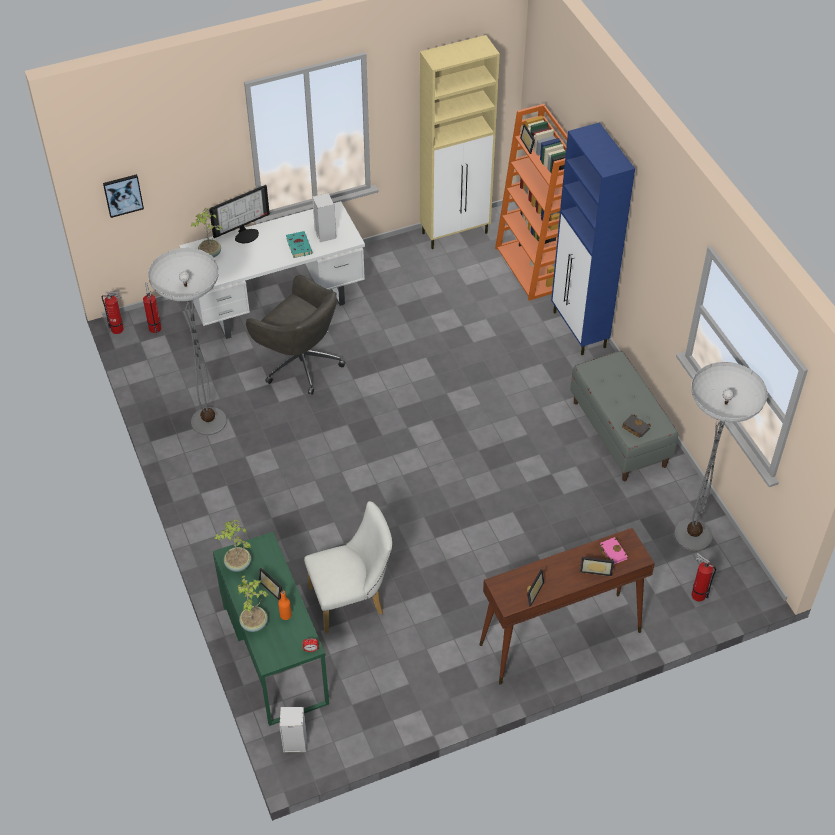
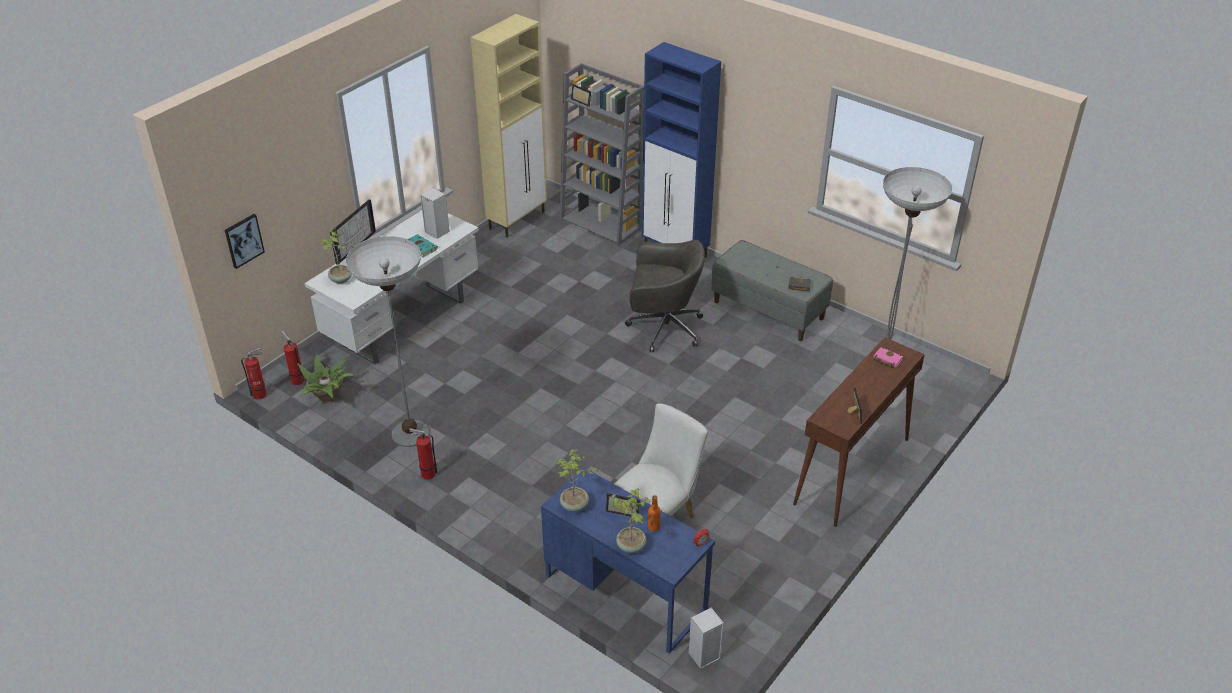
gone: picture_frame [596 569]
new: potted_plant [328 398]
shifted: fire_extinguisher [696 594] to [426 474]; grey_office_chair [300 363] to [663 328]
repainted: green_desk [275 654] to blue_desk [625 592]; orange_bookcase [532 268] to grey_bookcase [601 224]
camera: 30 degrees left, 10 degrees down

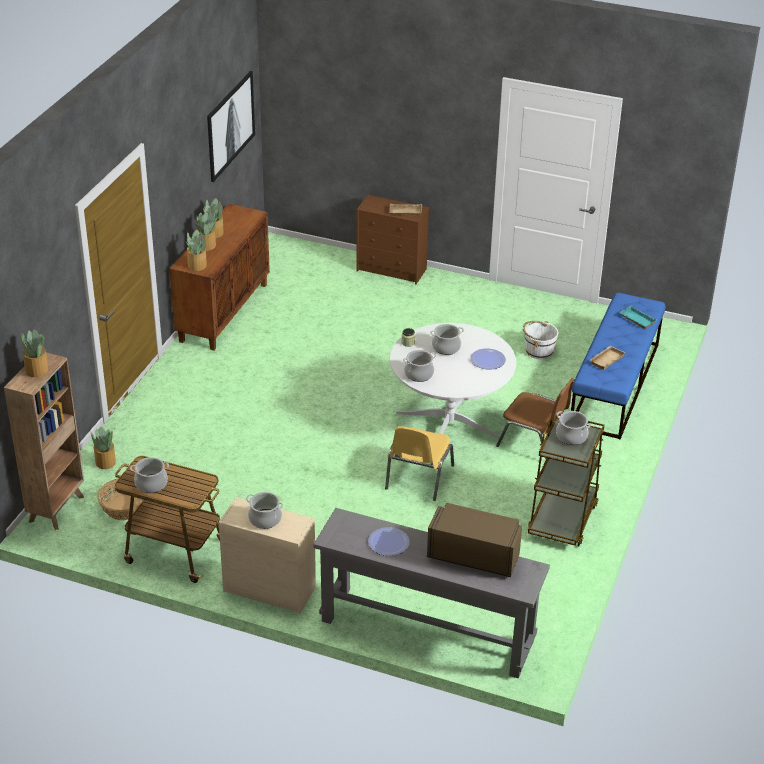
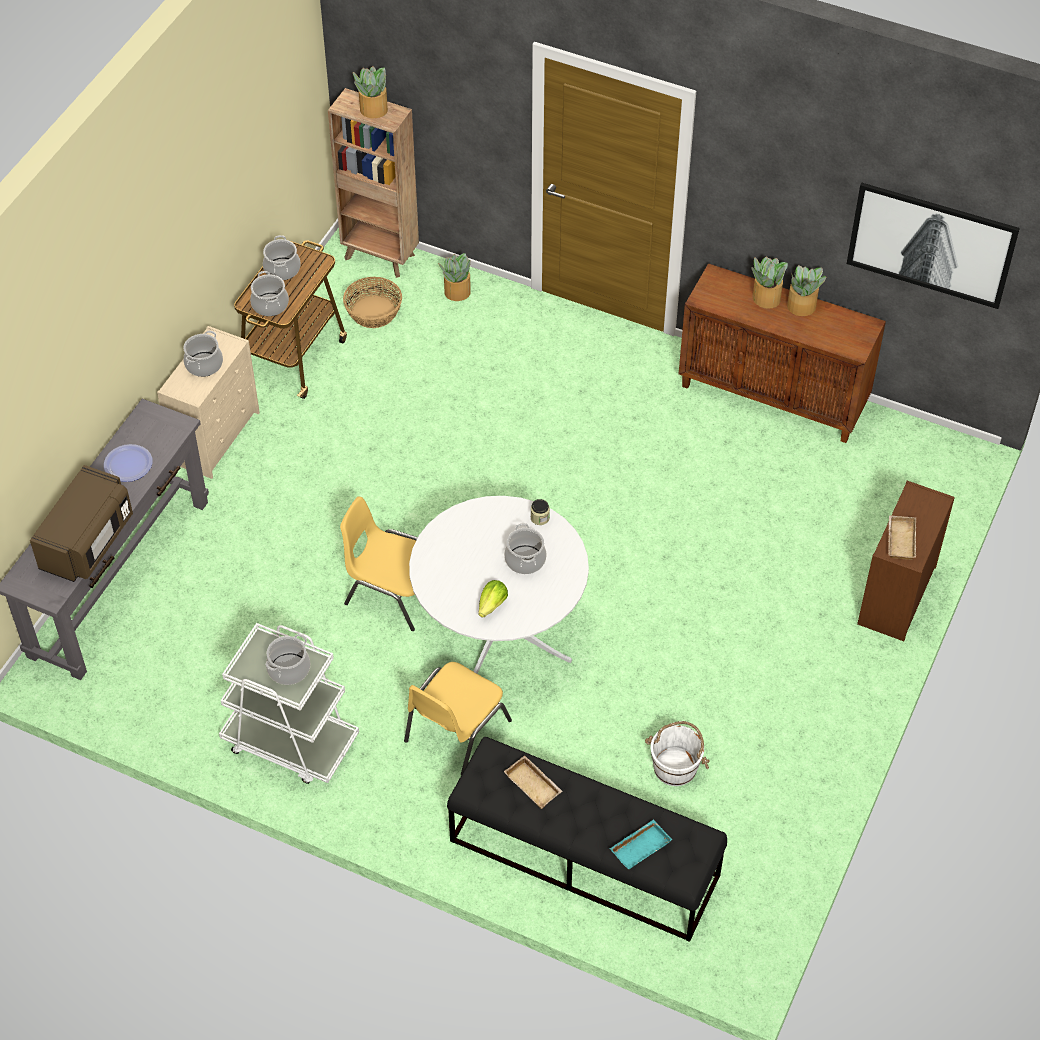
gone: potted_plant [197 265]
shifted: cooking_pot [419 374] to [270 305]
swapped: plate [487 360] to lettuce [492 605]
repainted: brown_cart [562 518] to white_cart [290 742]; brown_chair [534 441] to yellow_chair [455 731]; blue_bench [615 385] to black_bench [583 858]
camera: 95 degrees right, 15 degrees up

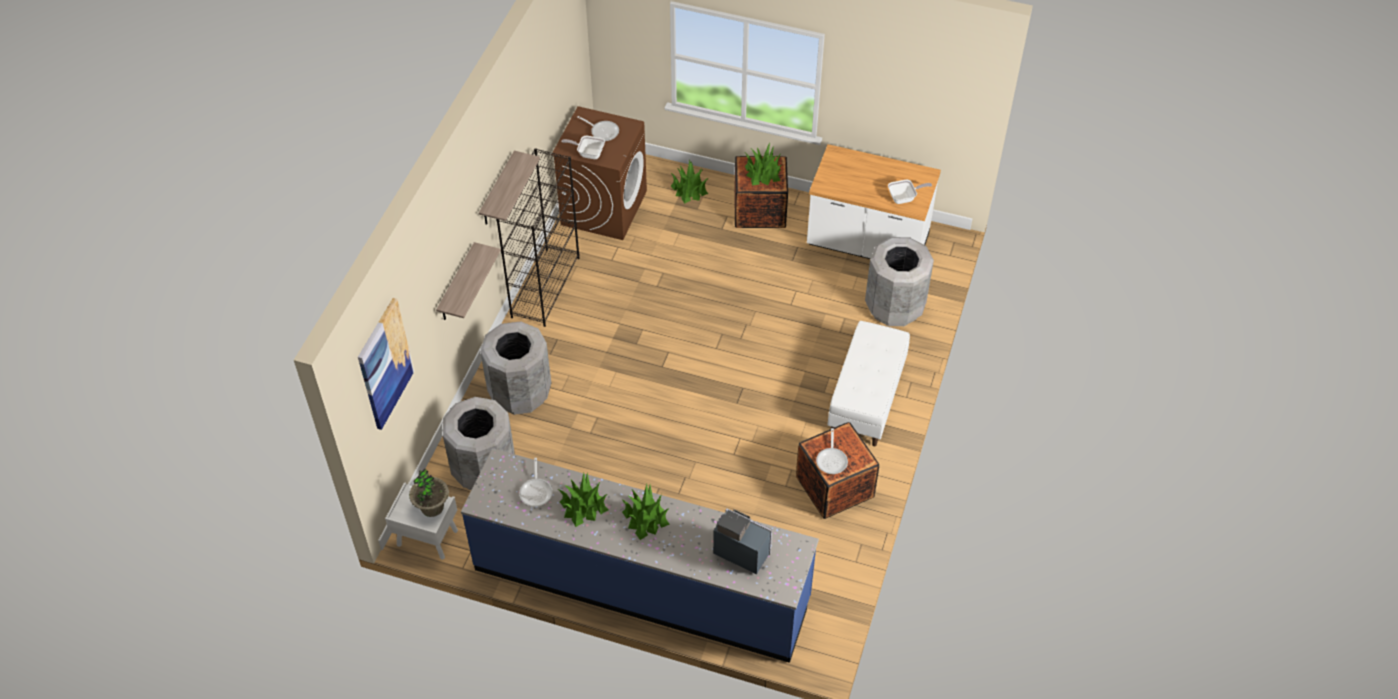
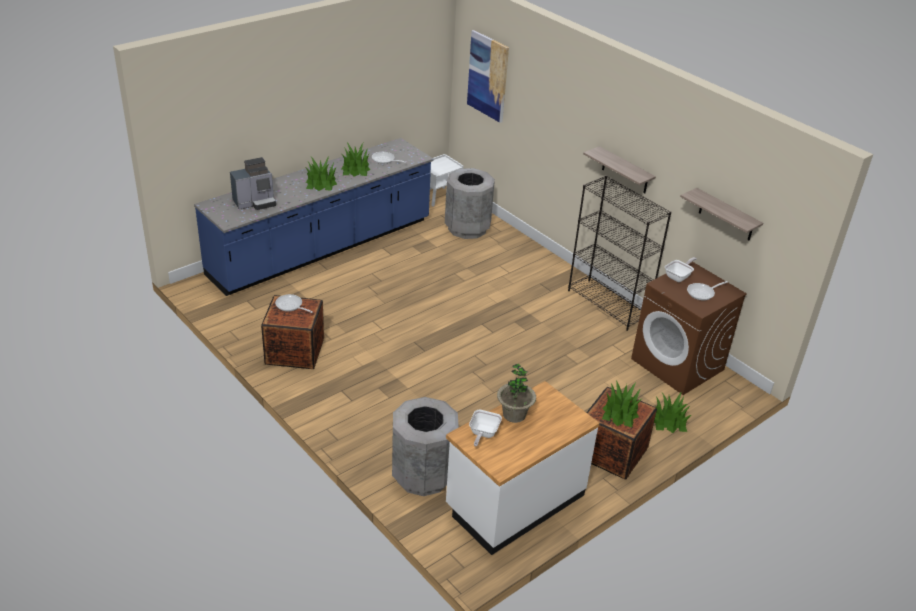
gone: grey_trash_can [519 393]; white_bench [867 399]
shifted: potted_plant [432 507] to [514 414]; shelf [457 284] to [726 215]
camera: 120 degrees right, 15 degrees down

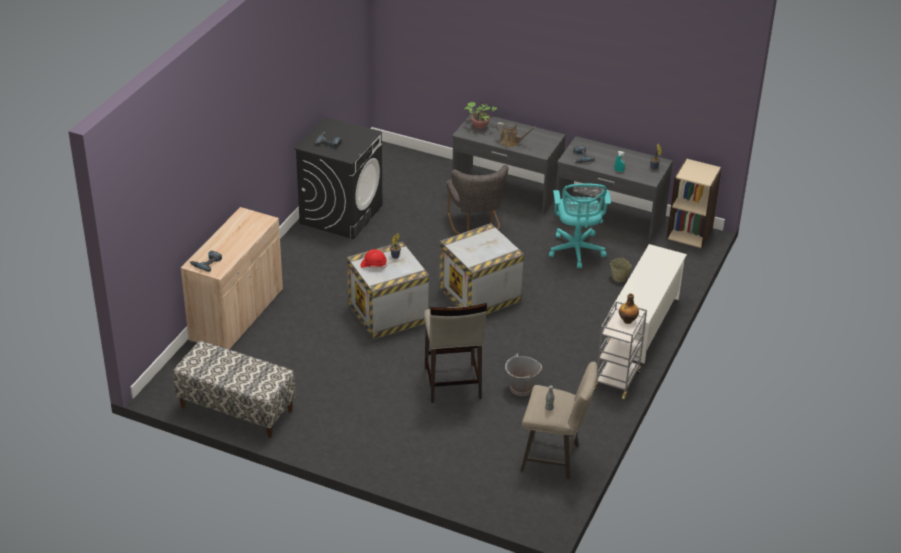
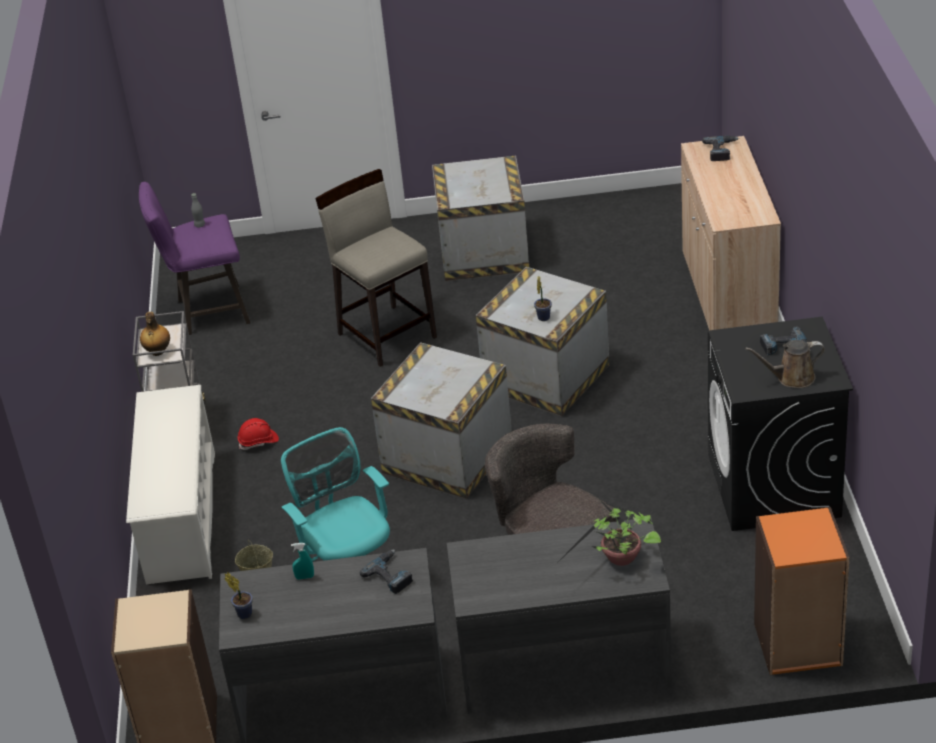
gone: bench [236 409]; grey_bucket [521 388]
new: crate [482 253]; orange_bookcase [798 645]
shifted: red_hard_hat [373 265] to [258 442]; brown_watering_can [511 142] to [792 378]
repainted: beige_stool [555 458] to purple_stool [207 312]
camera: 155 degrees right, 0 degrees up

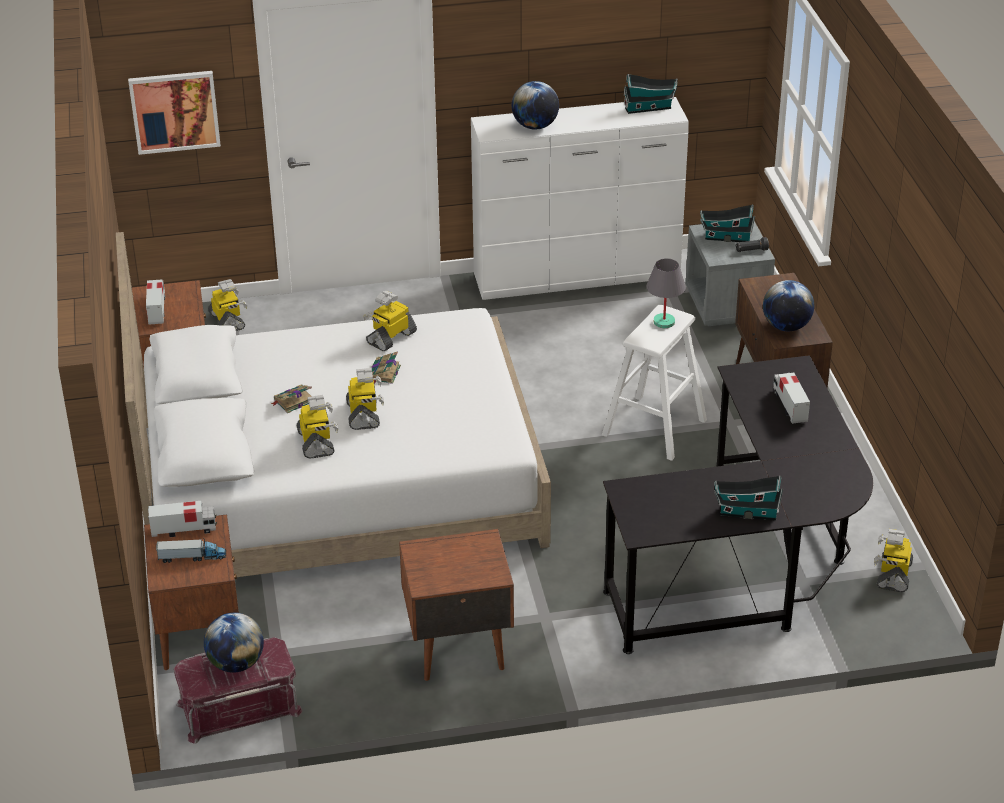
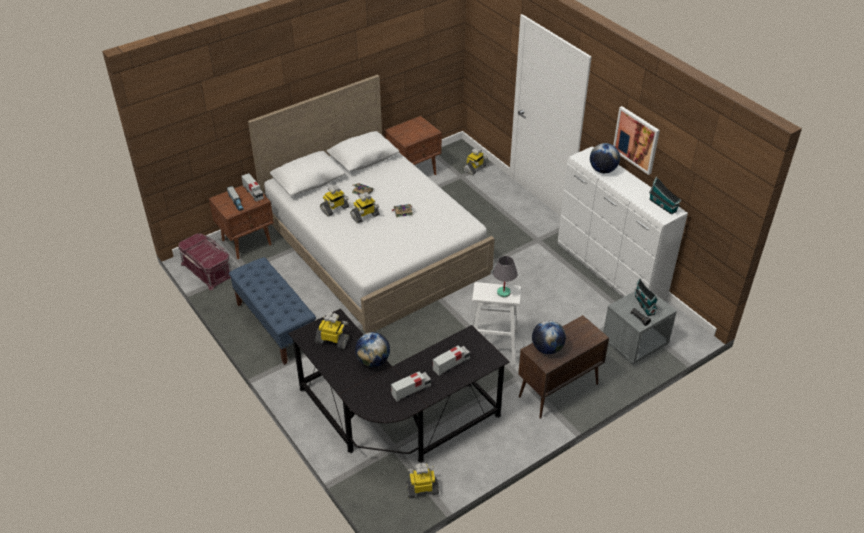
gone: toy_house [746 512]
shifted: toy_robot [391 337] to [333 340]; globe [236 663] to [373 361]; toy_truck [157 310] to [411 391]; picture [174 111] to [636 139]
swapped: brown_nightstand [456 648] to blue_bench [276 325]
camera: 65 degrees right, 5 degrees up

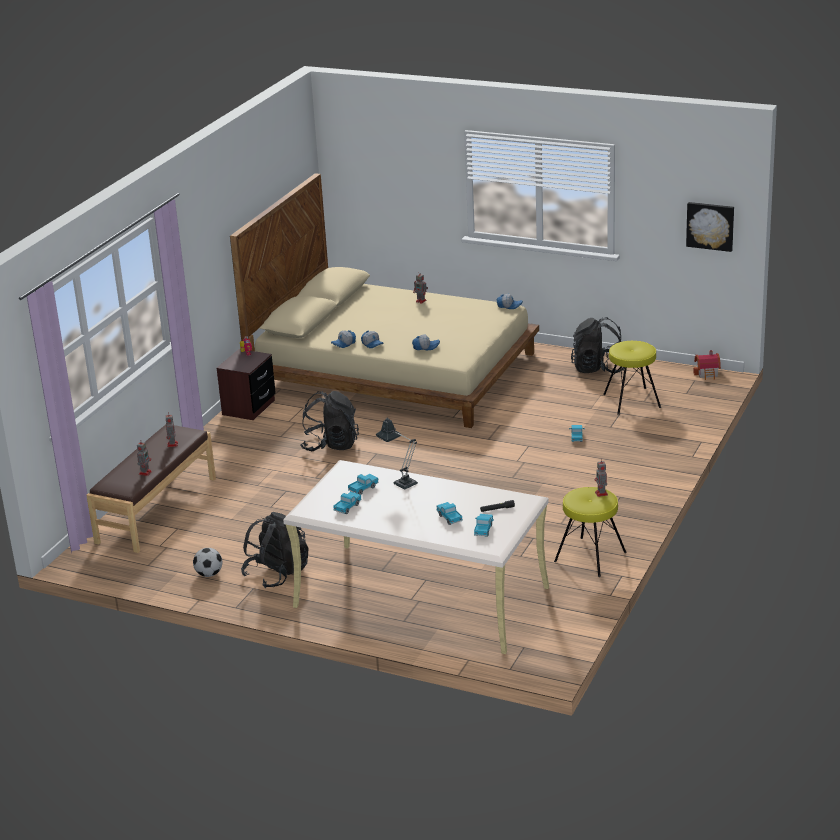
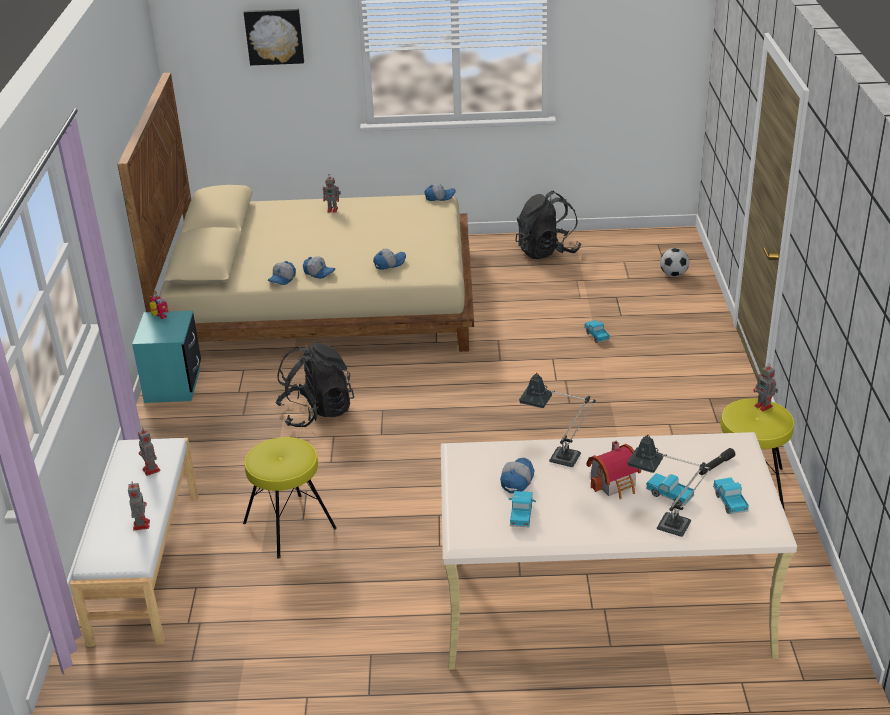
gone: black_backpack [277 573]
new: table_lamp [665 523]
shifted: yellow_stool [632 401] to [290 525]; picture [710 225] to [274 36]; toy_house [708 374] to [615 483]; football [209 574] to [673 274]
swapped: toy_truck [363 488] to cap [516 480]
repainted: brown_bench [156 510] to white_bench [145 566]; brown_nightstand [249 407] to turquoise_nightstand [173 385]
camera: 25 degrees left, 5 degrees up

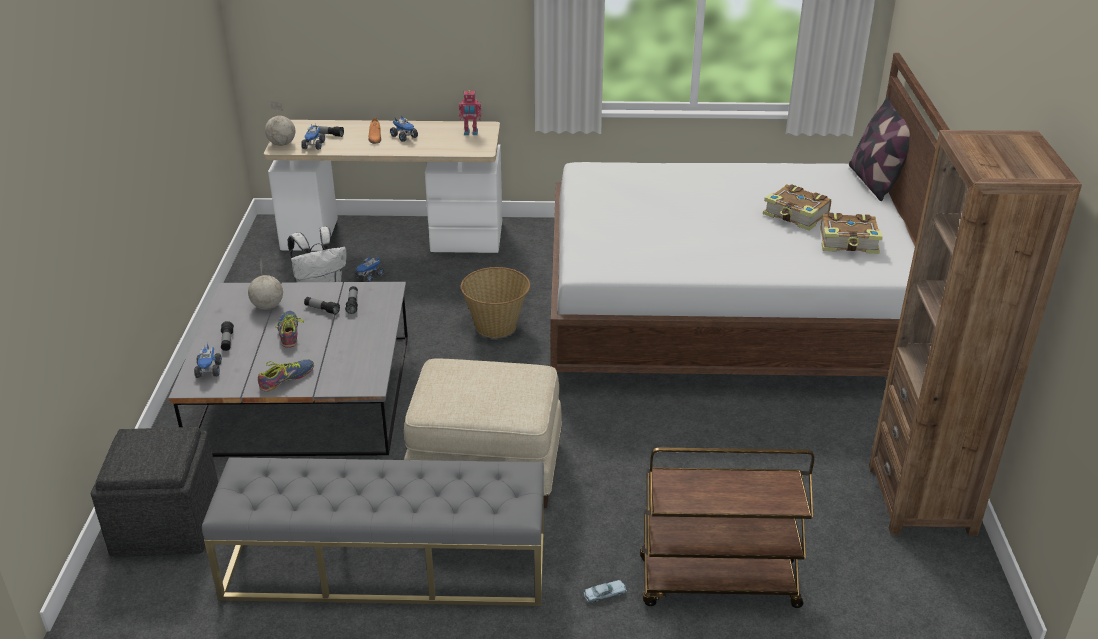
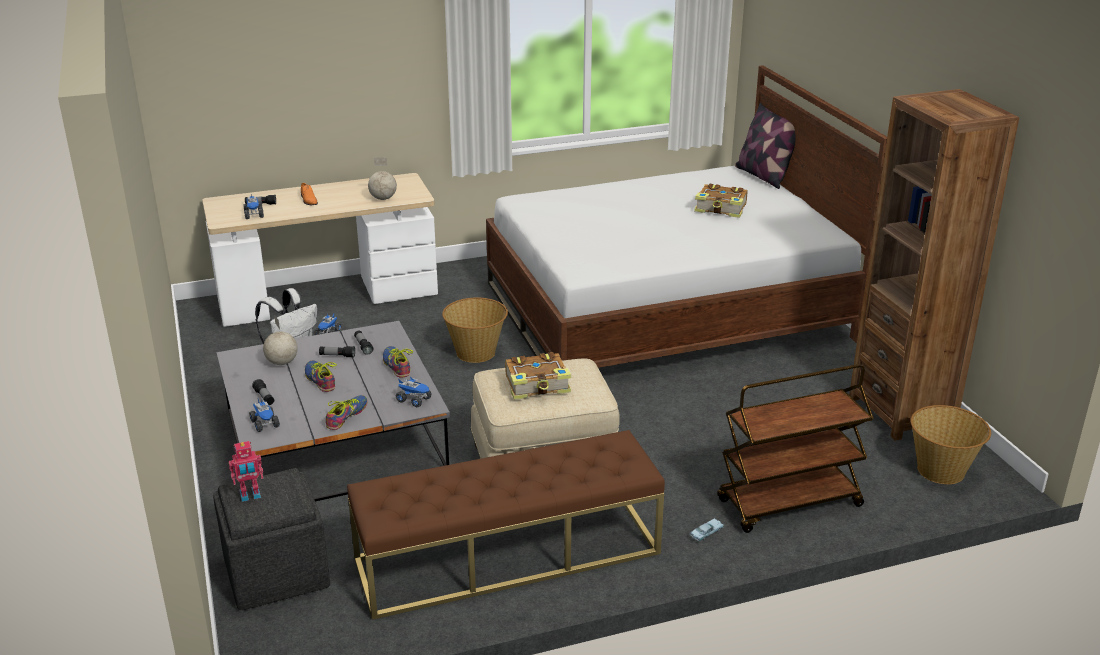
new: shoe [396 365]; basket [941 470]
shifted: toy_robot [471 133] to [250 496]; globe [282 144] to [383 198]; toy_truck [404 137] to [414 400]; book [849 242] to [538 385]
repainted: grey_bench [385 566] to brown_bench [507 556]
camera: 20 degrees left, 5 degrees down

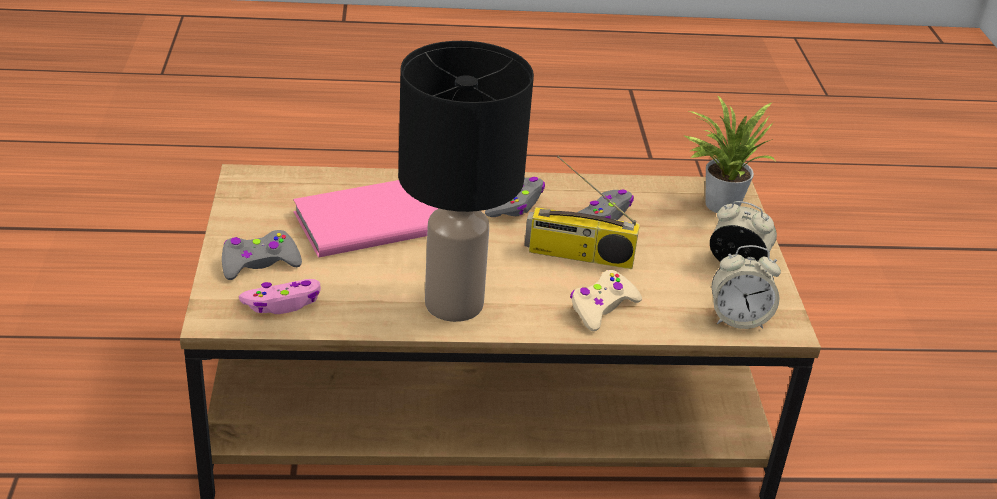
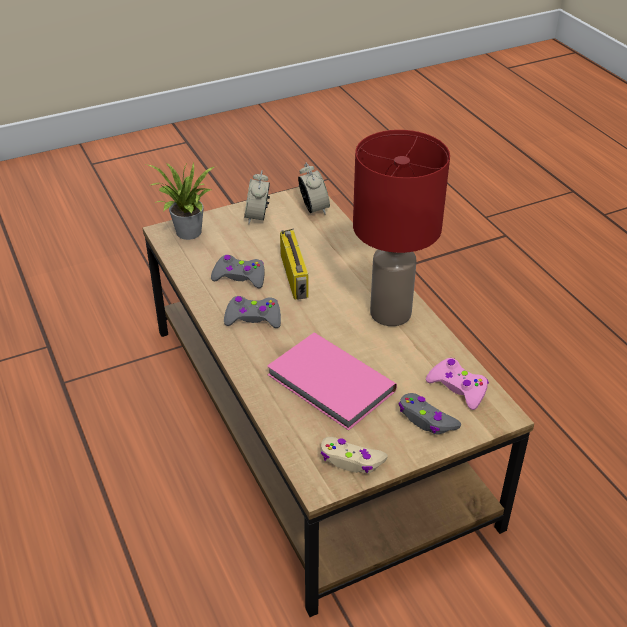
shifted: beige_game_controller [602 308] to [351 460]
repainted: black_table_lamp [454 305] to red_table_lamp [392 312]
camera: 110 degrees left, 5 degrees up

